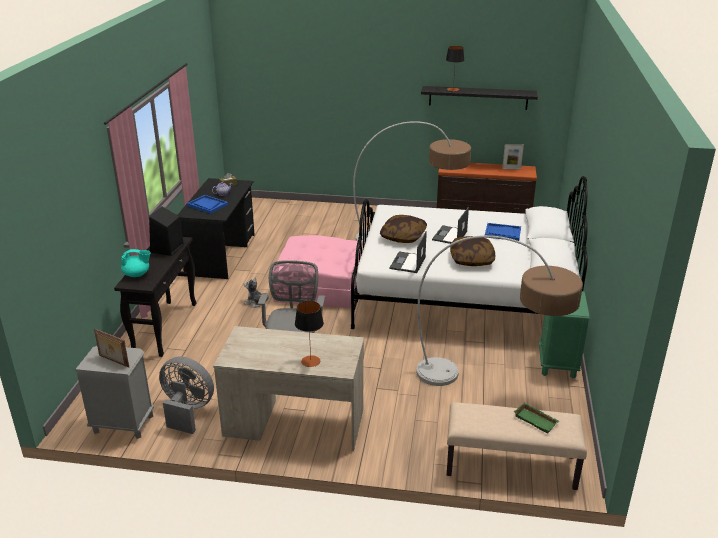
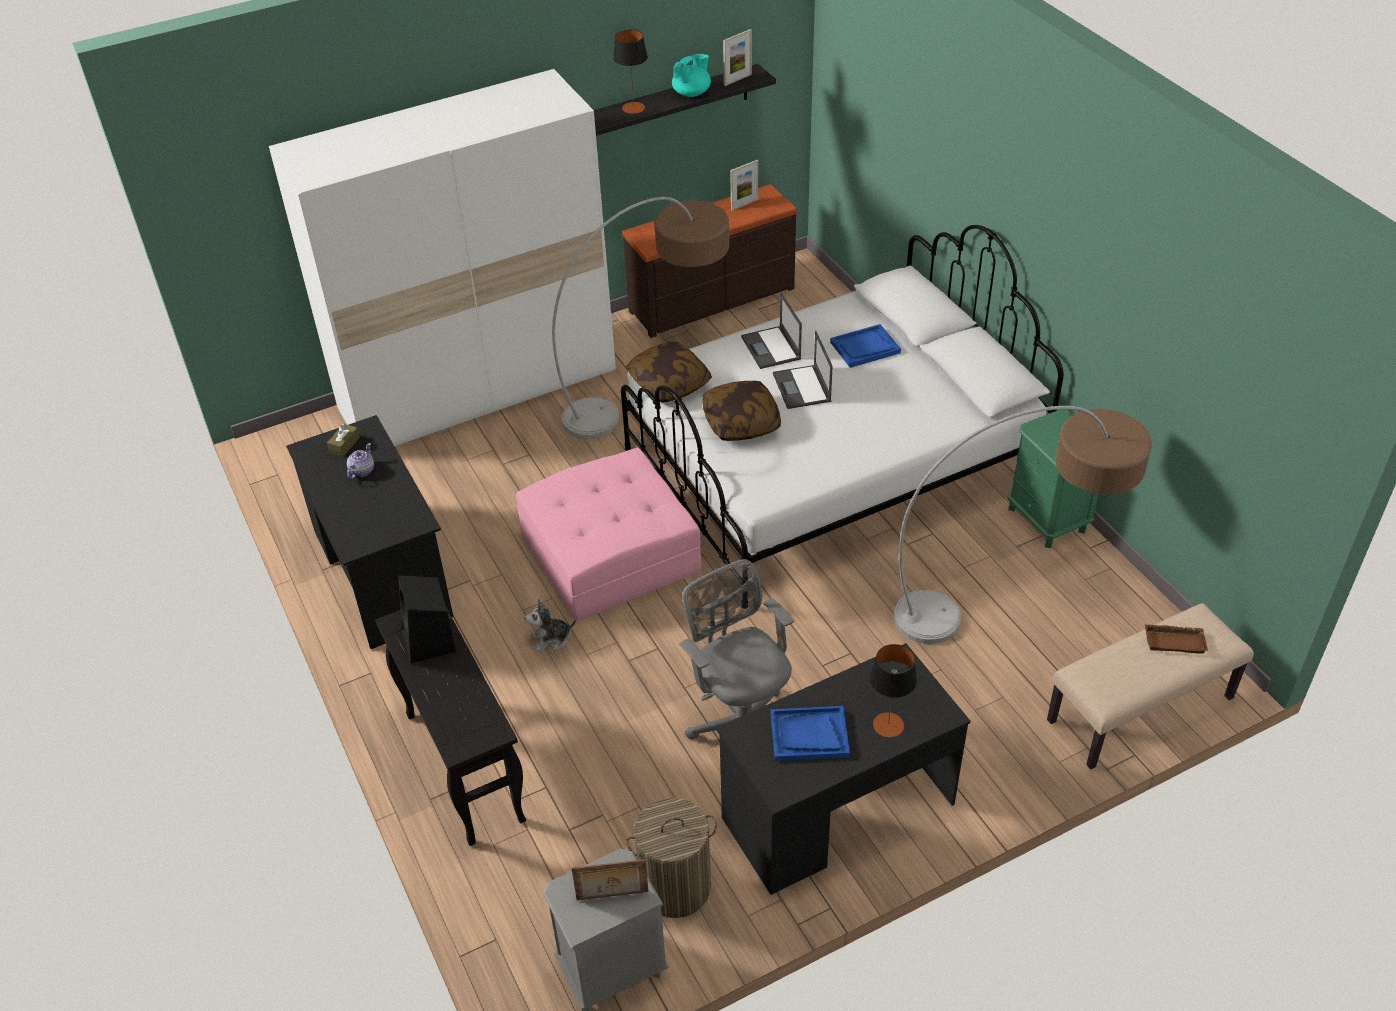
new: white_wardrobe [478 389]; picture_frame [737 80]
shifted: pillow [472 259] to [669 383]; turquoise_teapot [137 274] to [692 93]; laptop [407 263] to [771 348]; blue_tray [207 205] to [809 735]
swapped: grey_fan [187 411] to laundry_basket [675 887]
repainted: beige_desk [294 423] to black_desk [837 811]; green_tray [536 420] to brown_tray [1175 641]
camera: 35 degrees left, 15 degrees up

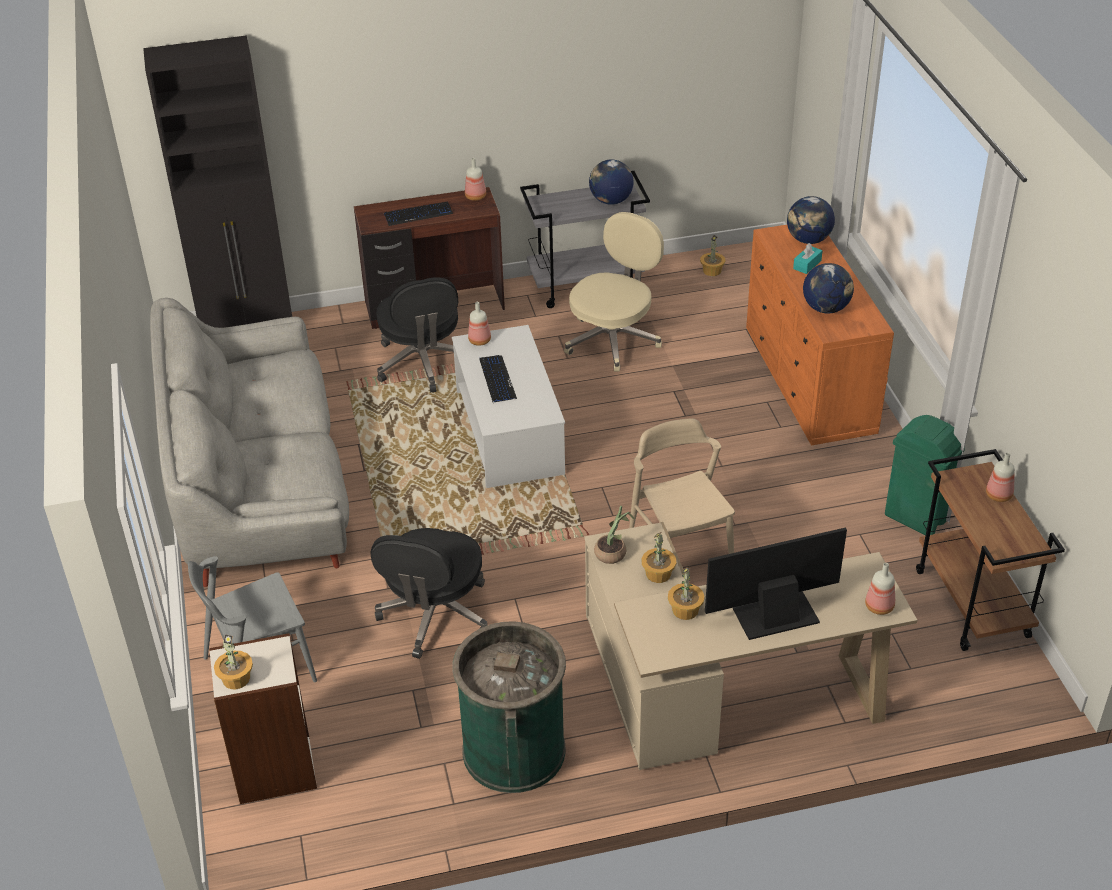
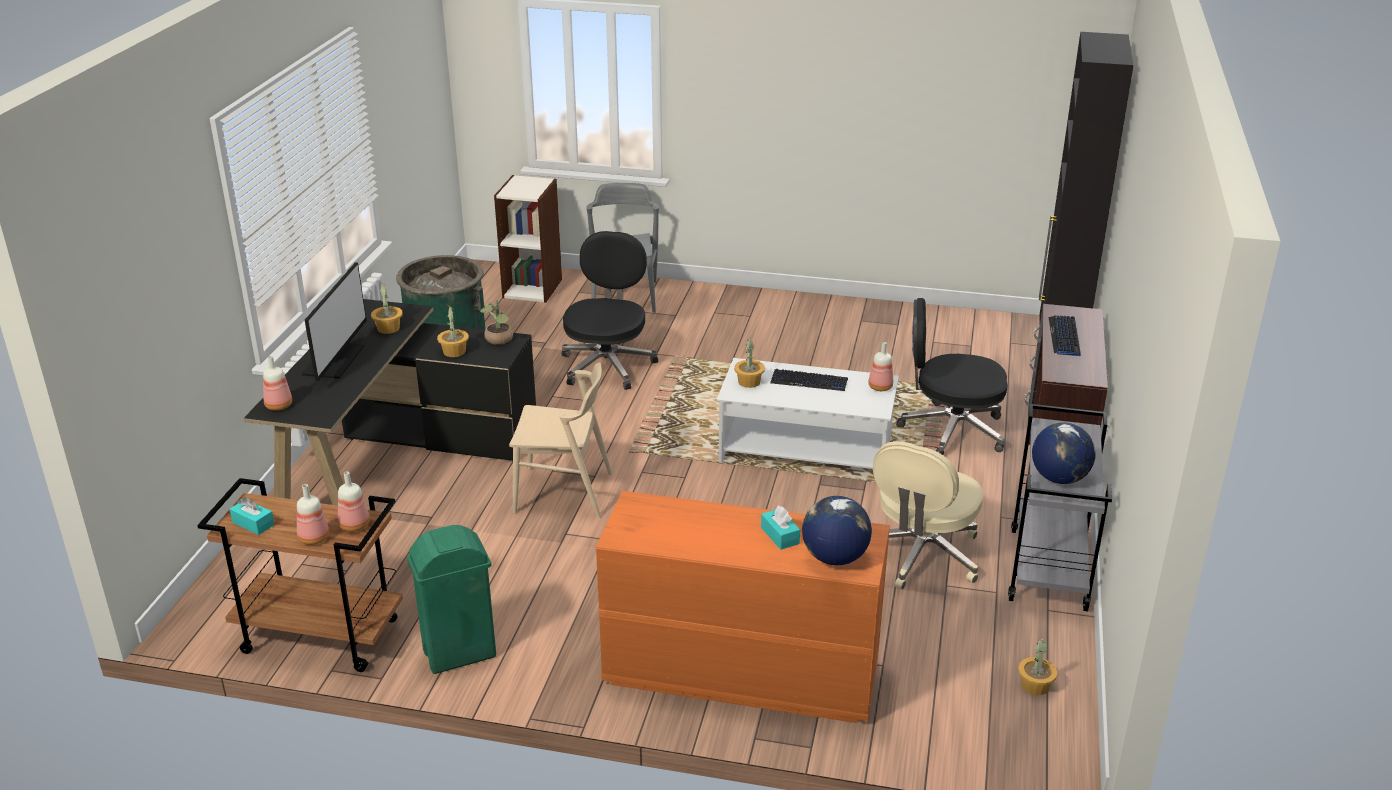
gone: grey_sofa [261 488]; globe [826 308]
new: turquoise_tissue_box [253 523]
shifted: bottle [475 196] to [355 525]; potted_plant [236 678] to [749 382]
repainted: beige_desk [719 692] to black_desk [396 460]
rotated: black_office_chair [435 616] = [607 365] 60 degrees clockwise; beige_office_chair [613 340] = [921 556] 60 degrees clockwise
camera: 115 degrees right, 10 degrees down

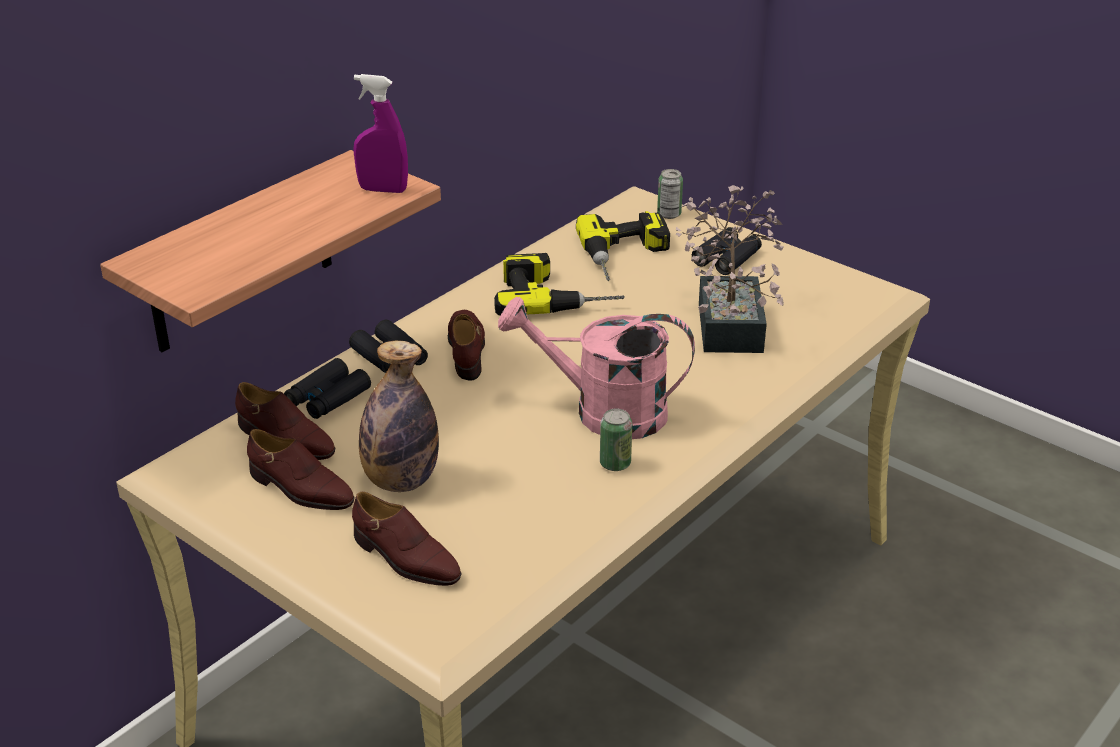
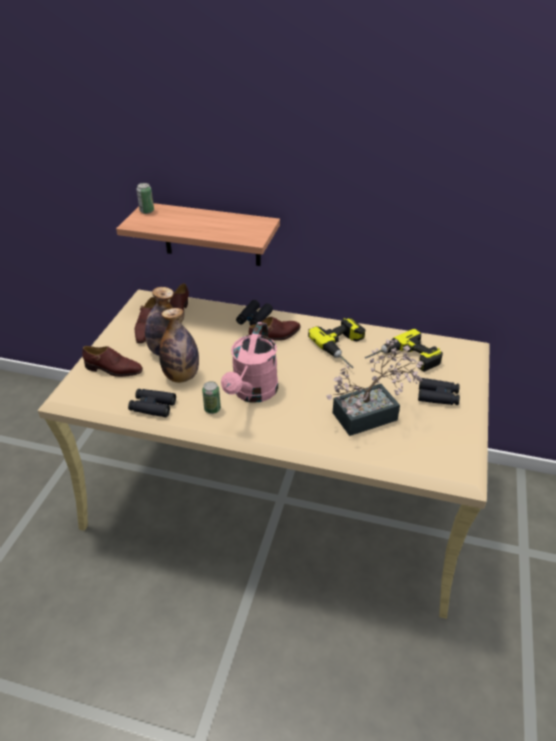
gone: purple_spray_bottle [383 190]
new: bottle [181 376]
shifted: black_binoculars [327 398] to [152 406]; can [669 214] to [147 211]
rotated: brown_shoe [406 559] = [113 369] 90 degrees counterclockwise; pink_watering_can [603 412] = [253 393] 150 degrees counterclockwise
camera: 65 degrees right, 5 degrees up

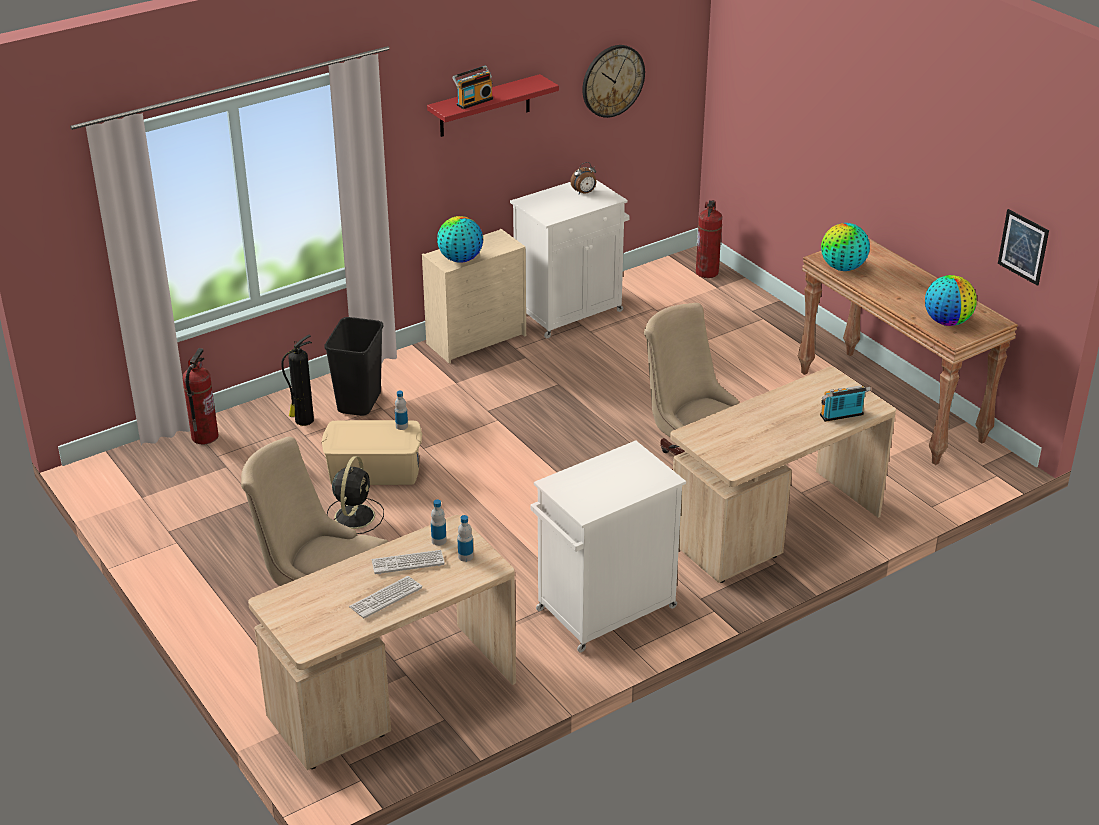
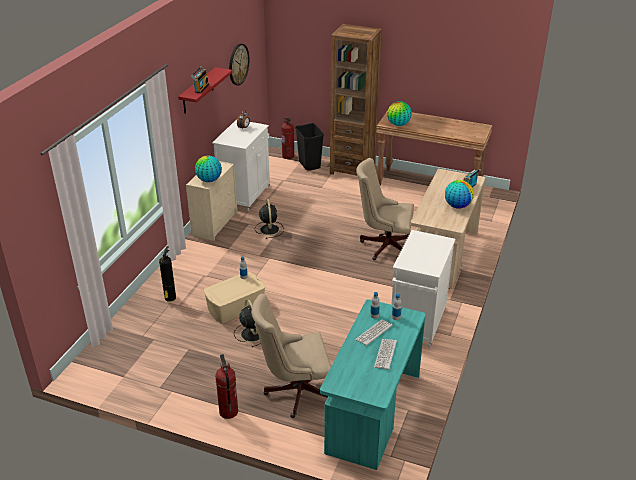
gone: picture [1023 247]
new: black_fan [269 229]; brown_bookcase [352 170]
shifted: fire_extinguisher [205 437] to [228 412]; black_trash_can [358 402] to [309 165]; globe [947 322] to [457 206]
repainted: beige_desk [391 698] to turquoise_desk [372 413]
camera: 35 degrees left, 0 degrees up

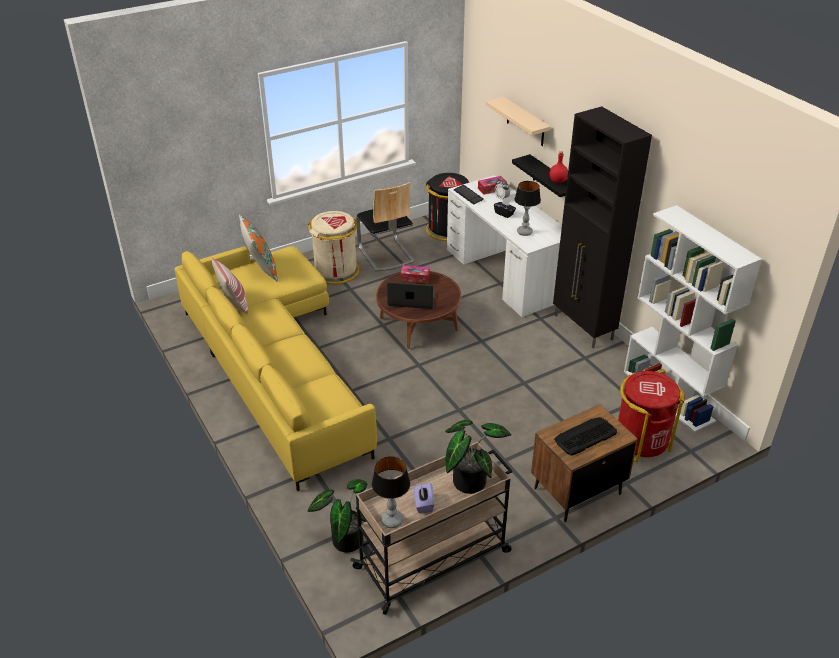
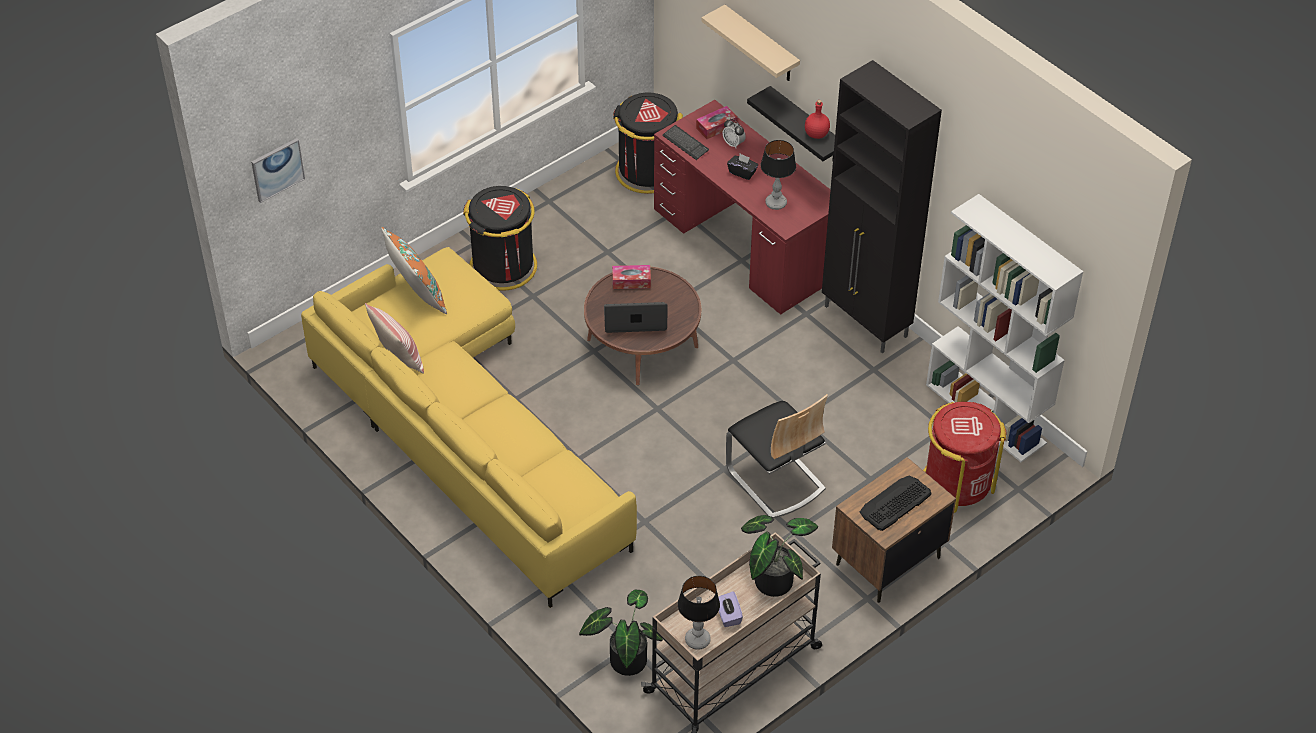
new: picture [277 169]
shifted: chair [385 254] to [775 479]
repainted: beige_trash_can [336 271] to black_trash_can [503 267]; white_desk [505 274] to red_desk [745 243]
camera: 10 degrees left, 10 degrees up

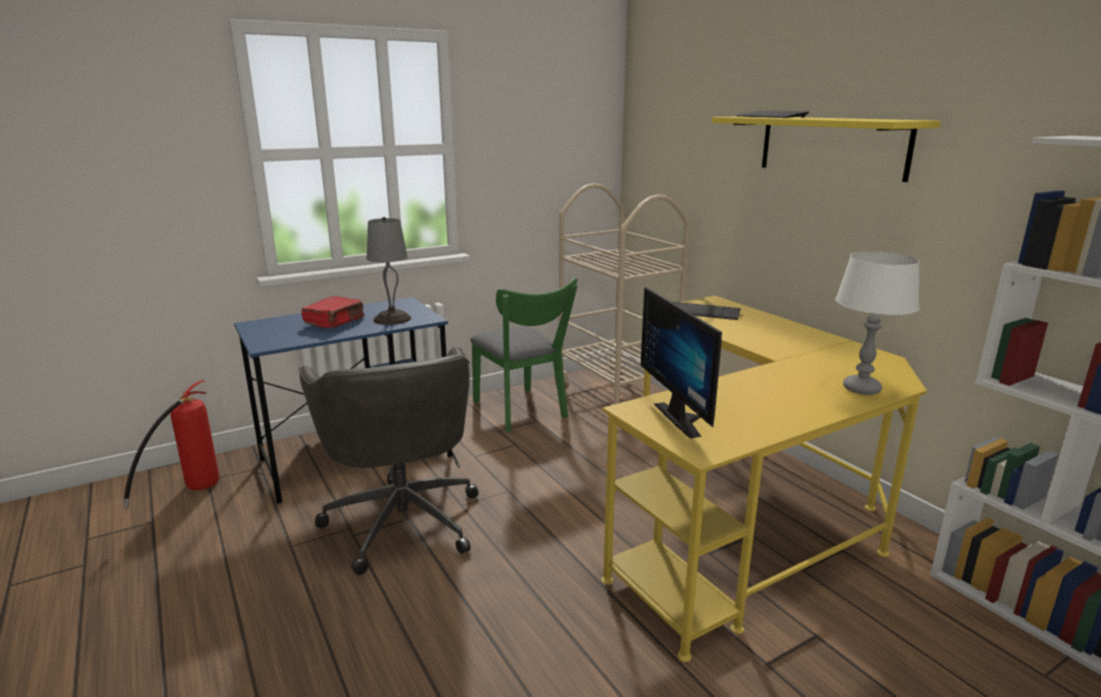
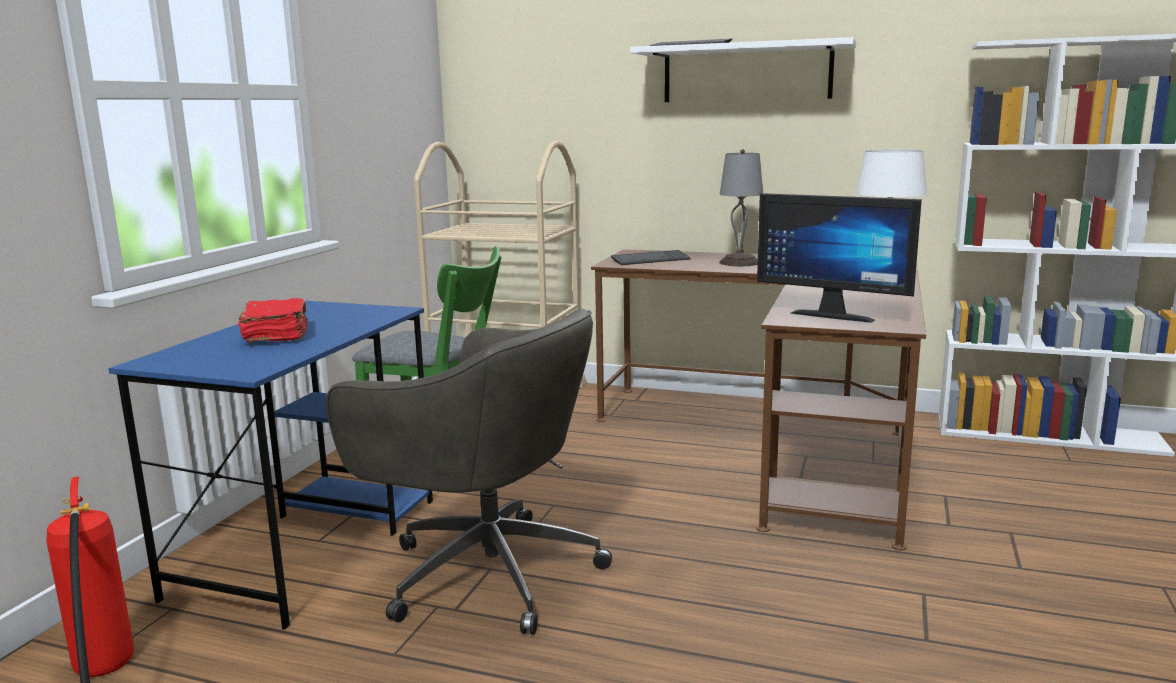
shifted: grey_table_lamp [392 319] to [740 262]
repainted: yellow_desk [745 511] to brown_desk [774 442]; yellow_shelf [831 146] to white_shelf [746 73]
camera: 40 degrees left, 5 degrees down

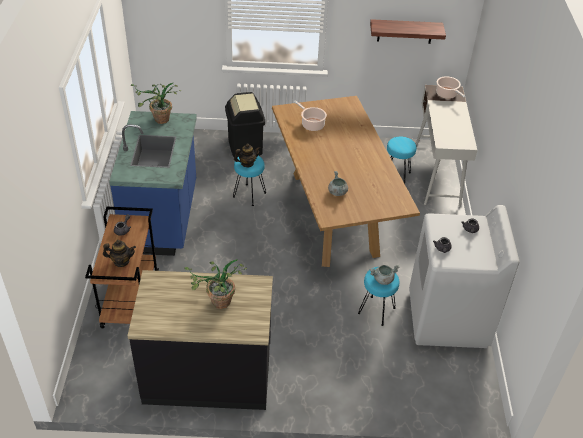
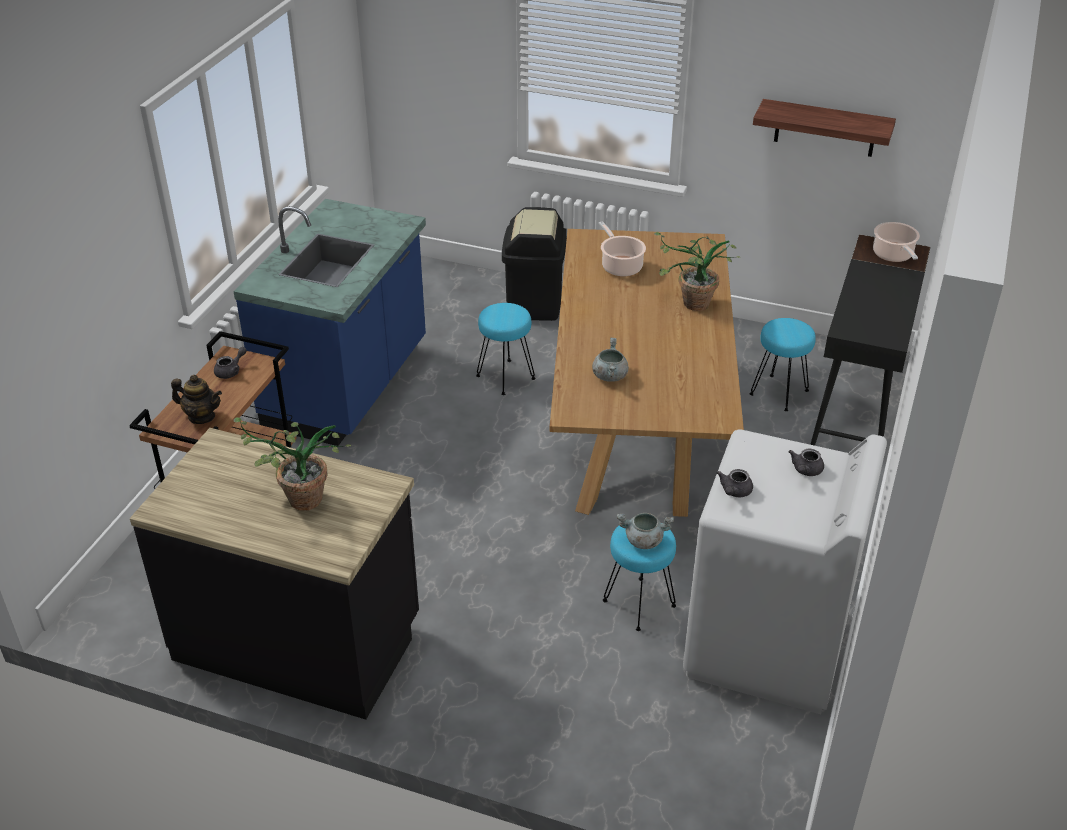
gone: teapot [247 163]
shifted: potted_plant [158 120] to [689 305]
repainted: white_desk [437 173] to black_desk [858 401]
camera: 20 degrees right, 5 degrees down

